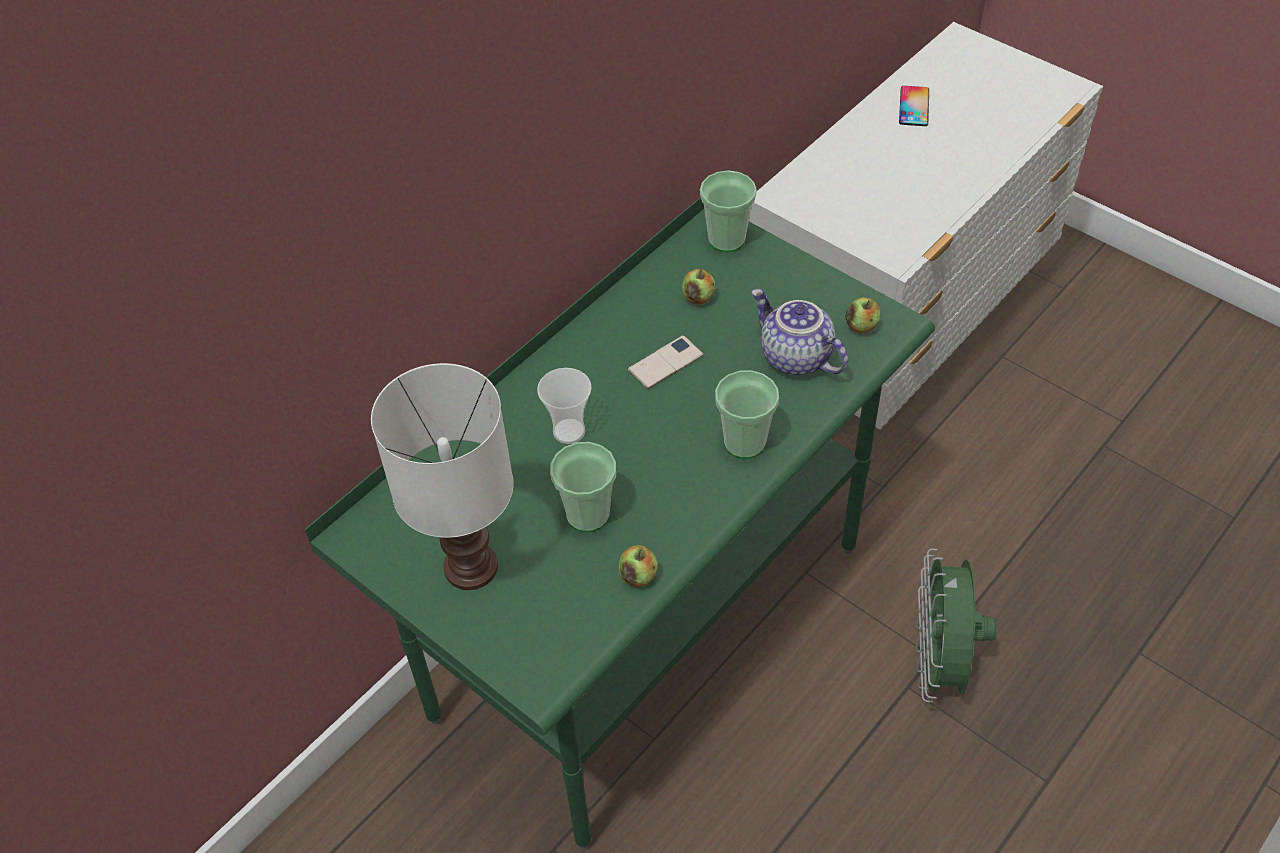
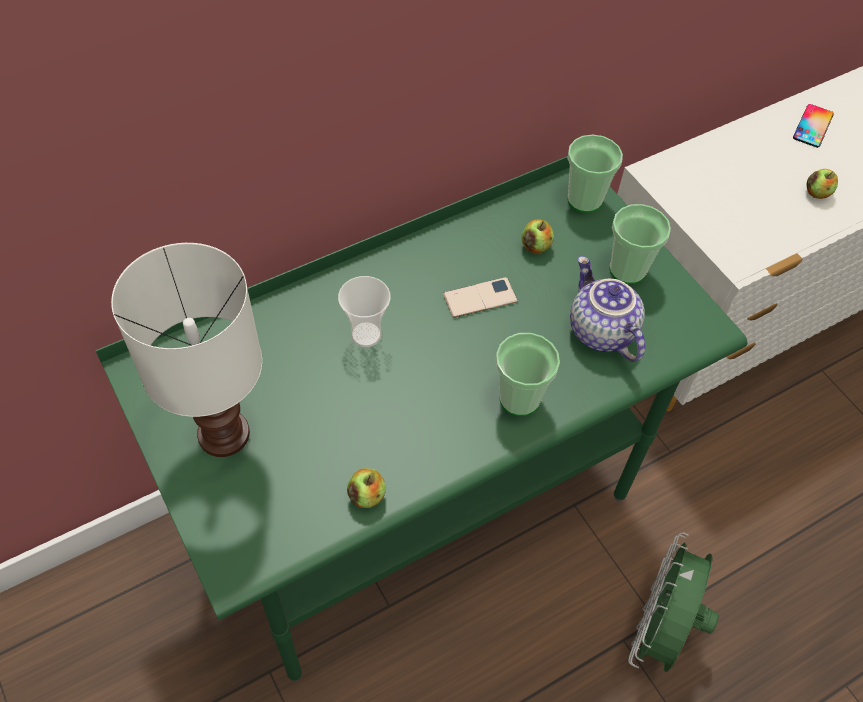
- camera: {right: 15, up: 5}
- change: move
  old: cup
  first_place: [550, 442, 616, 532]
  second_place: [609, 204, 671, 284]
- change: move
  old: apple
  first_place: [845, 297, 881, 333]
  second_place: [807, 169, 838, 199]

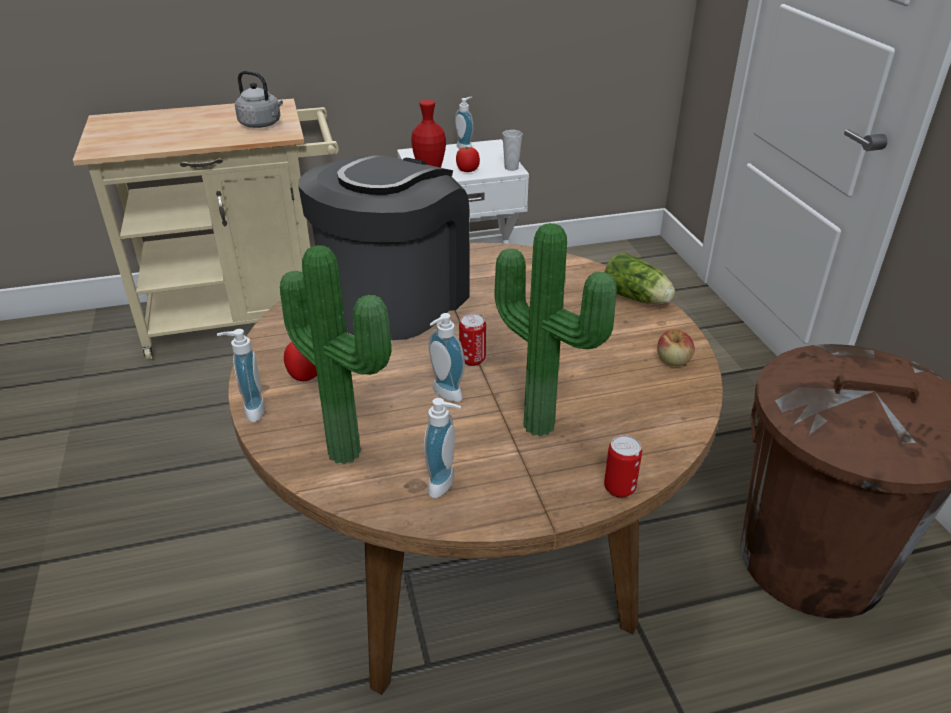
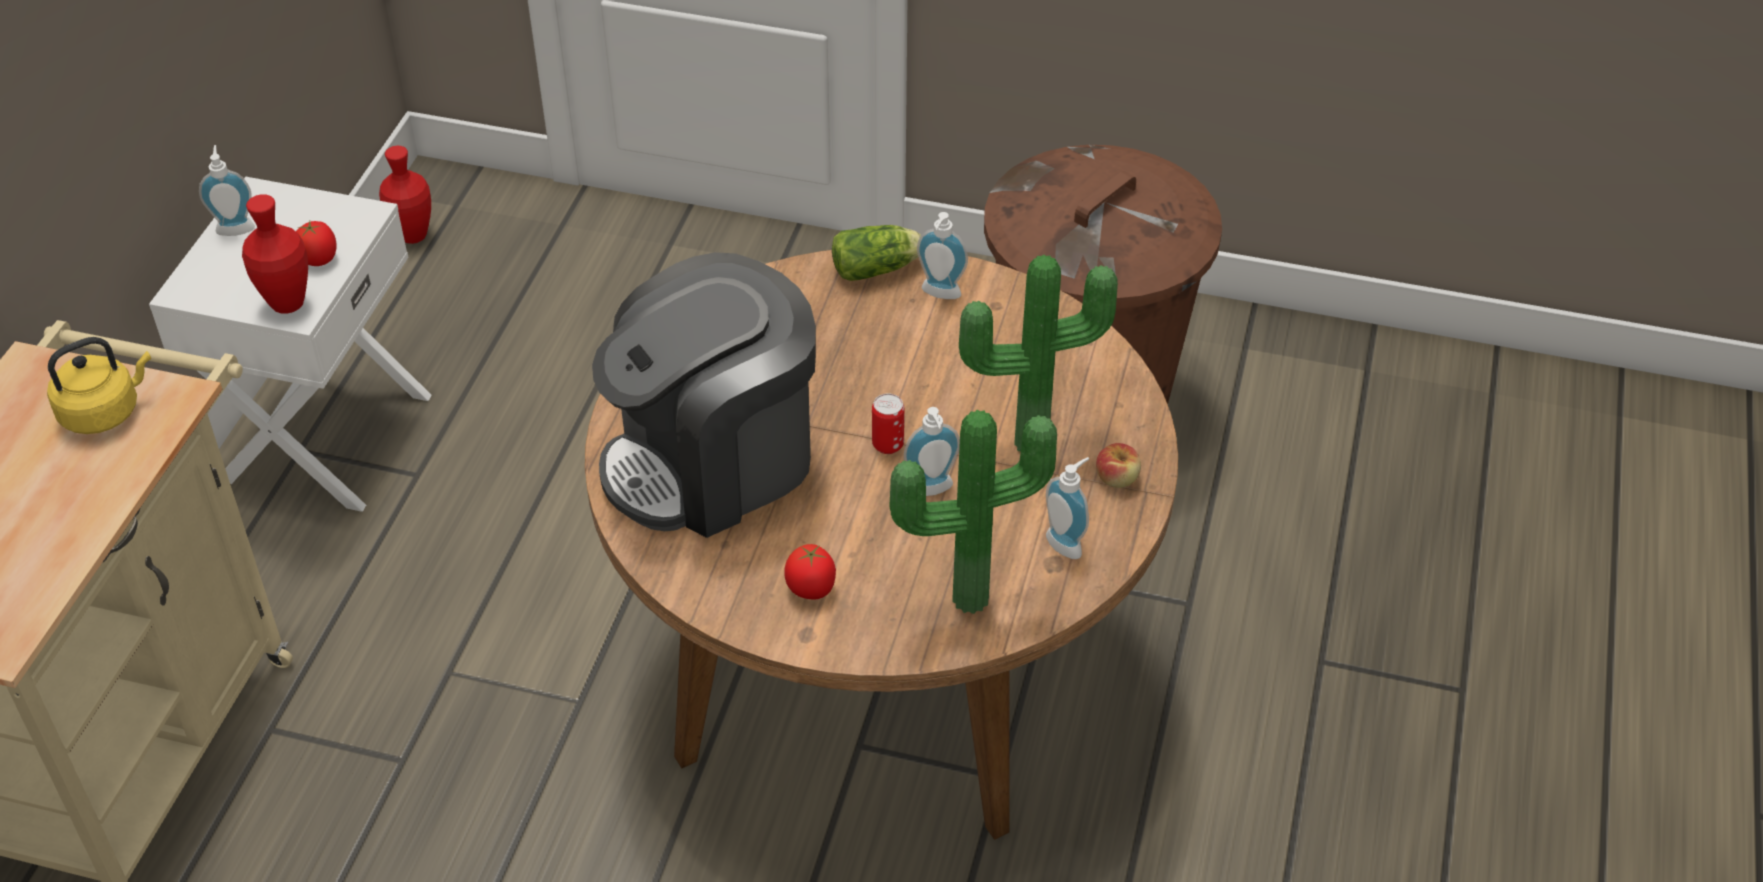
- camera: {right: -60, up: 10}
- change: delete
  old: cup
  first_place: [503, 130, 522, 171]
- change: delete
  old: can
  first_place: [604, 435, 642, 498]
- change: insert
  new: red vase
  second_place: [379, 146, 431, 244]
- change: move
  old: soap dispenser
  first_place: [217, 329, 265, 422]
  second_place: [917, 212, 968, 299]
- change: move
  old: apple
  first_place: [657, 330, 695, 366]
  second_place: [1096, 443, 1141, 488]
- change: recolor
  old: grey kettle
  new: yellow kettle
  first_place: [235, 71, 283, 128]
  second_place: [47, 337, 151, 434]
- change: rotate
  old: coffee machine
  first_place: [298, 155, 470, 340]
  second_place: [592, 252, 816, 538]
  degrees: -90

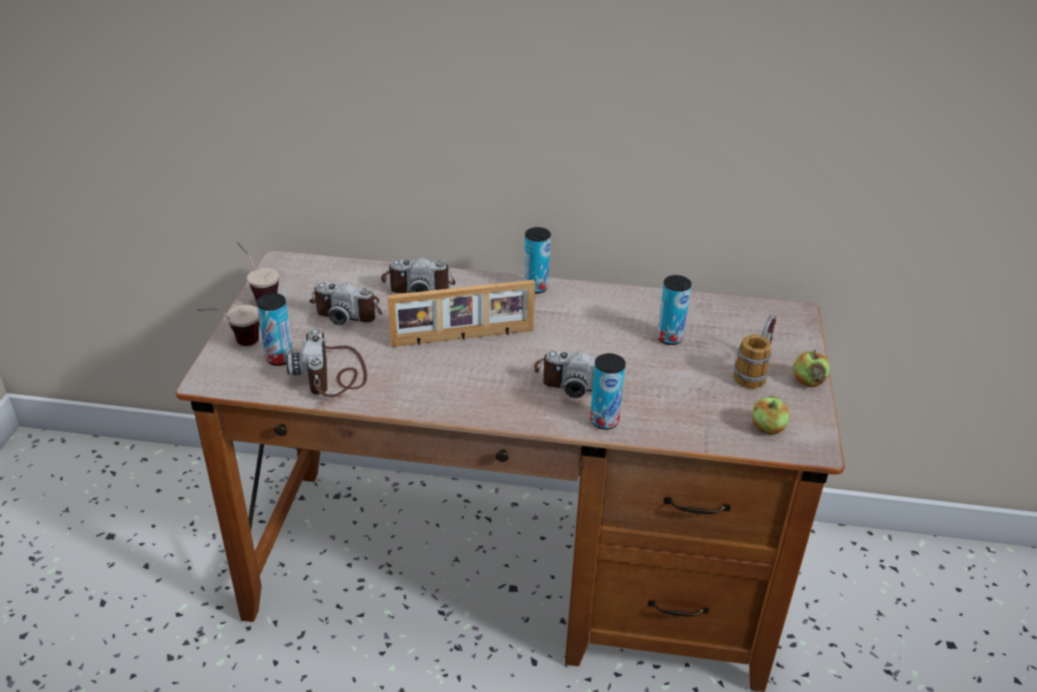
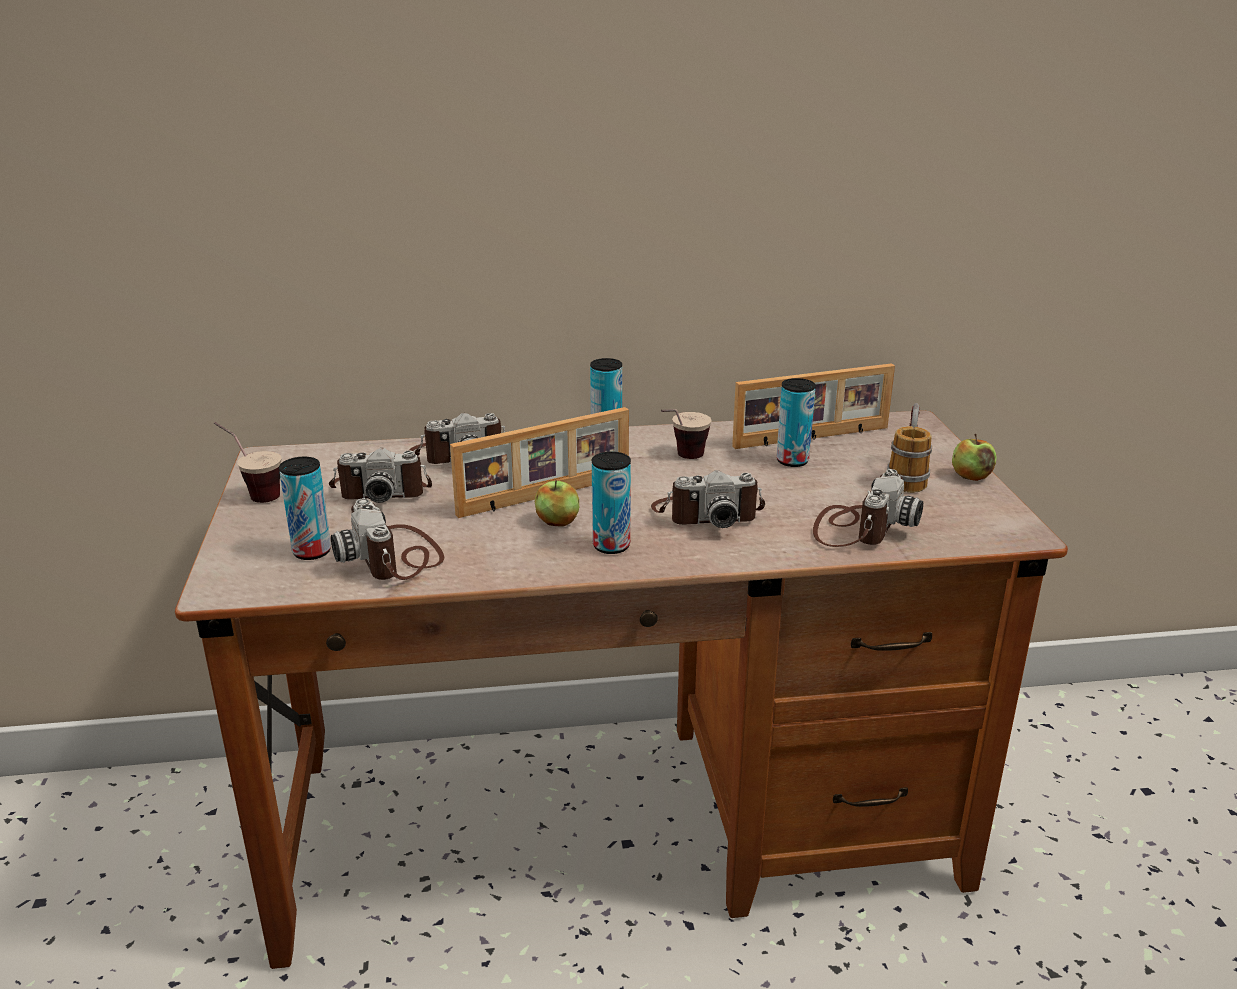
- camera: {right: -15, up: -10}
- change: insert
  new: picture frame
  second_place: [732, 363, 895, 449]
- change: insert
  new: photo camera
  second_place: [813, 469, 923, 547]
- change: move
  old: cup
  first_place: [198, 305, 260, 346]
  second_place: [661, 409, 712, 459]
- change: move
  old: can
  first_place: [590, 353, 626, 430]
  second_place: [592, 452, 631, 554]
- change: move
  old: apple
  first_place: [752, 396, 790, 435]
  second_place: [535, 480, 579, 526]

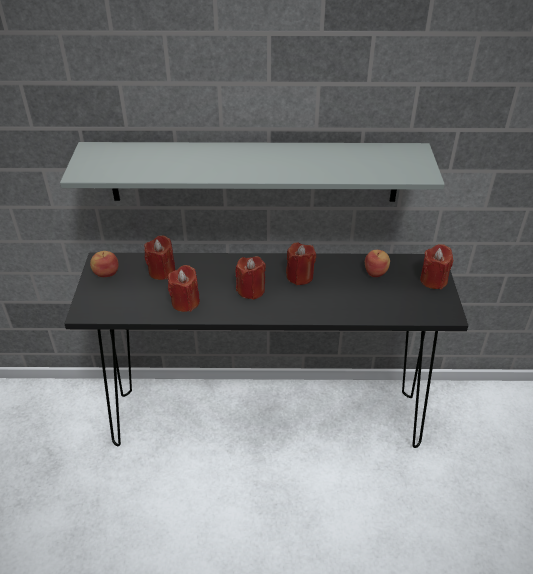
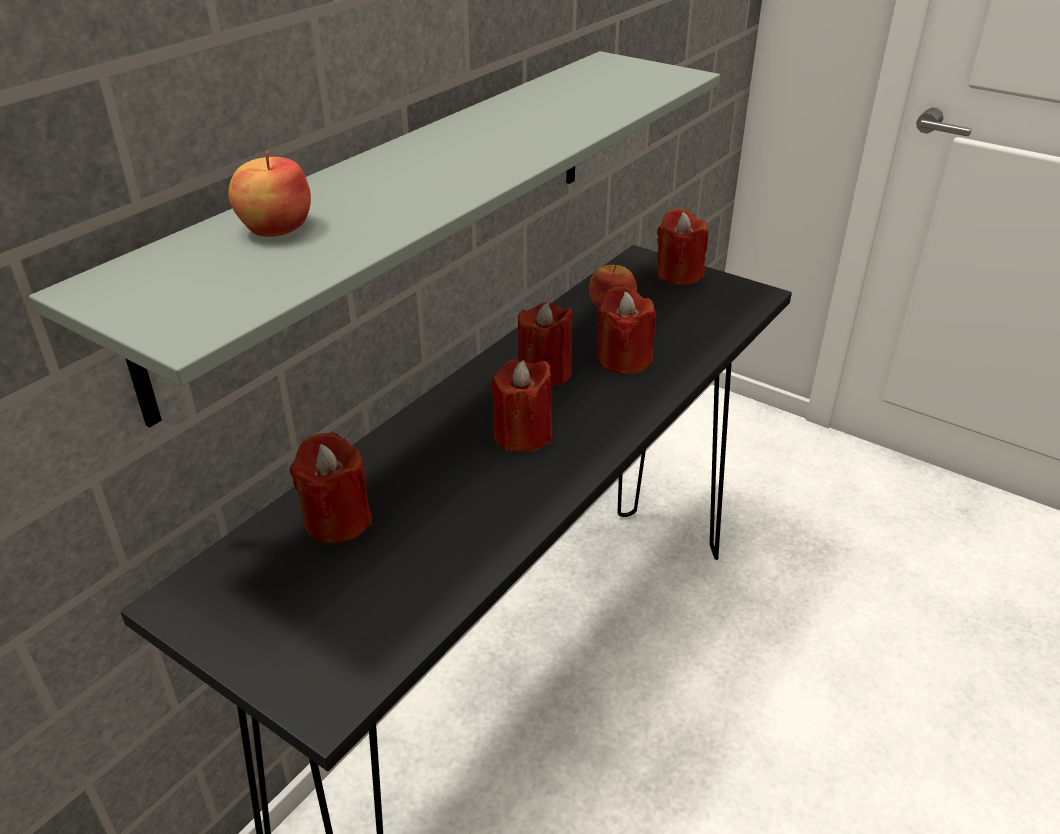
- camera: {right: -55, up: -5}
- change: move
  old: apple
  first_place: [90, 251, 119, 277]
  second_place: [229, 152, 311, 237]
- change: move
  old: red candle
  first_place: [168, 265, 200, 312]
  second_place: [597, 286, 656, 375]

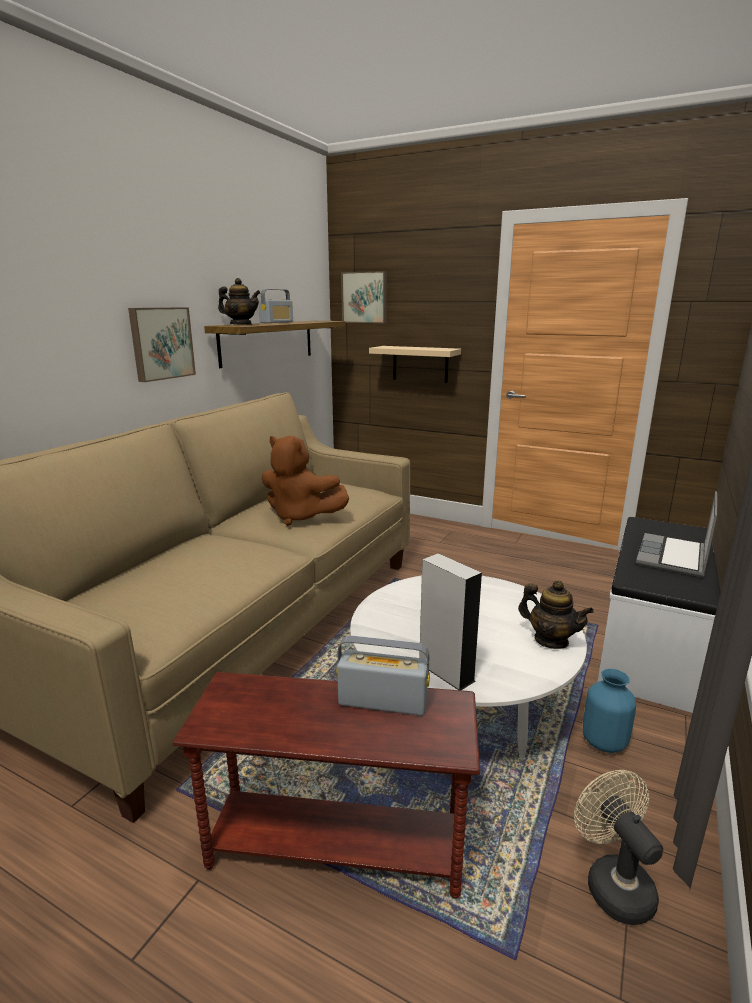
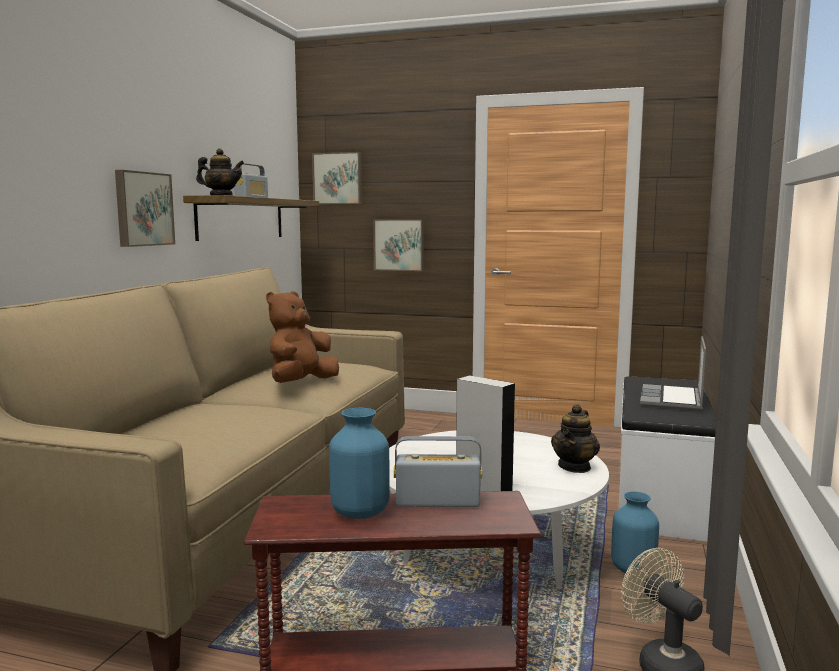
- camera: {right: -10, up: -10}
- change: insert
  new: blue vase
  second_place: [329, 408, 390, 519]
- change: replace
  old: beige shelf
  new: picture
  first_place: [369, 346, 461, 383]
  second_place: [373, 219, 424, 271]
- change: rotate
  old: brown plush toy
  first_place: [262, 436, 349, 526]
  second_place: [266, 291, 339, 383]
  degrees: 105
- change: rotate
  old: teapot
  first_place: [518, 580, 594, 649]
  second_place: [551, 404, 600, 473]
  degrees: 90

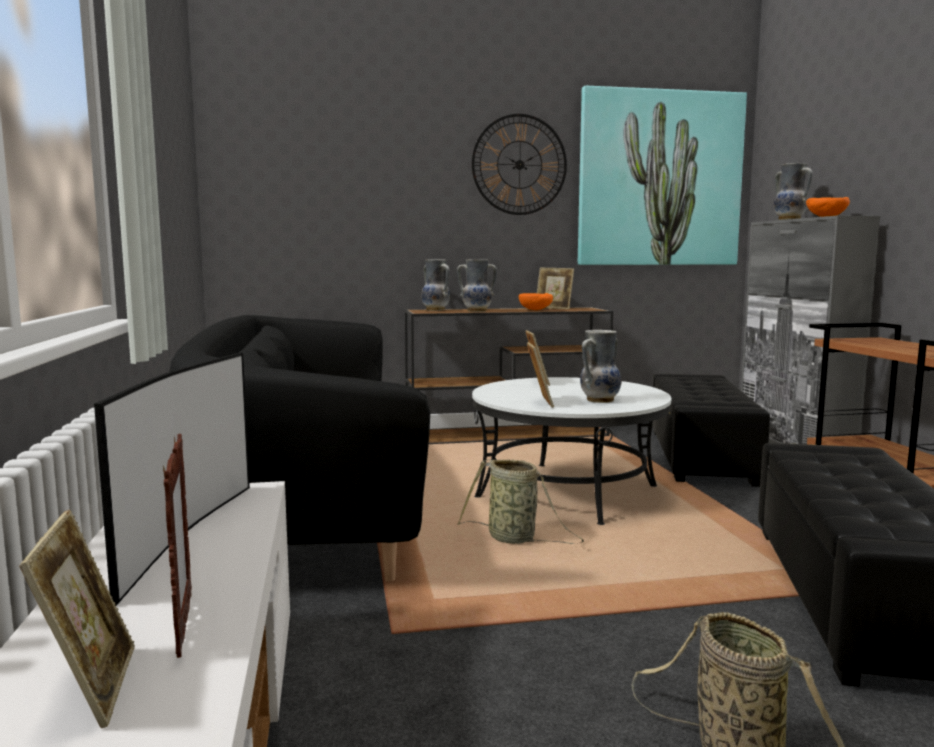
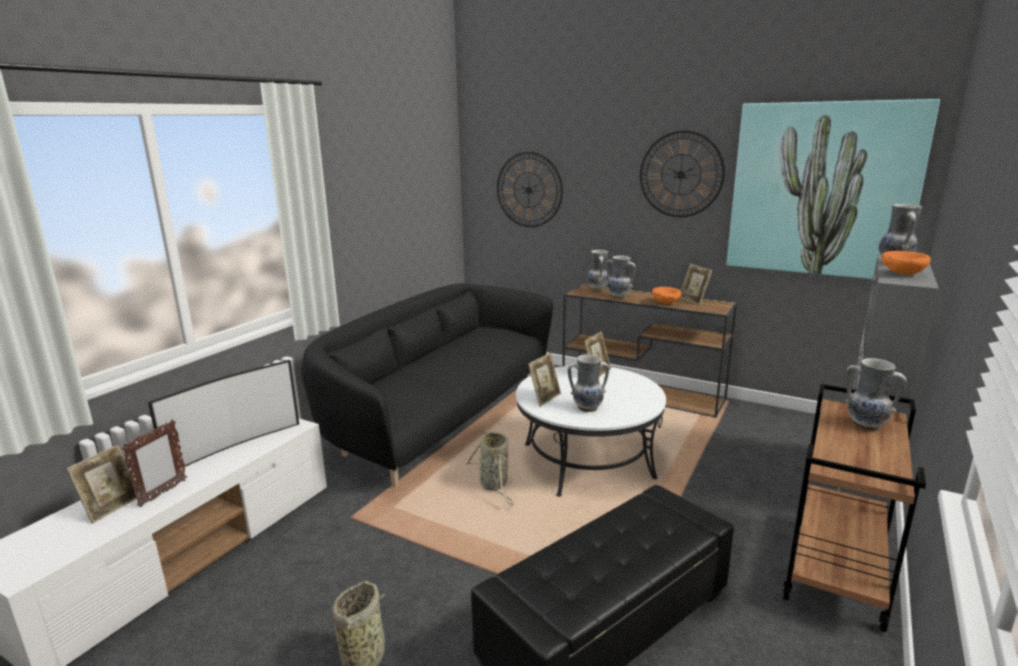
- camera: {right: 40, up: 10}
- change: delete
  old: black ottoman
  first_place: [652, 374, 770, 487]
- change: insert
  new: wall clock
  second_place: [497, 152, 563, 227]
- change: insert
  new: vase
  second_place: [846, 358, 907, 431]

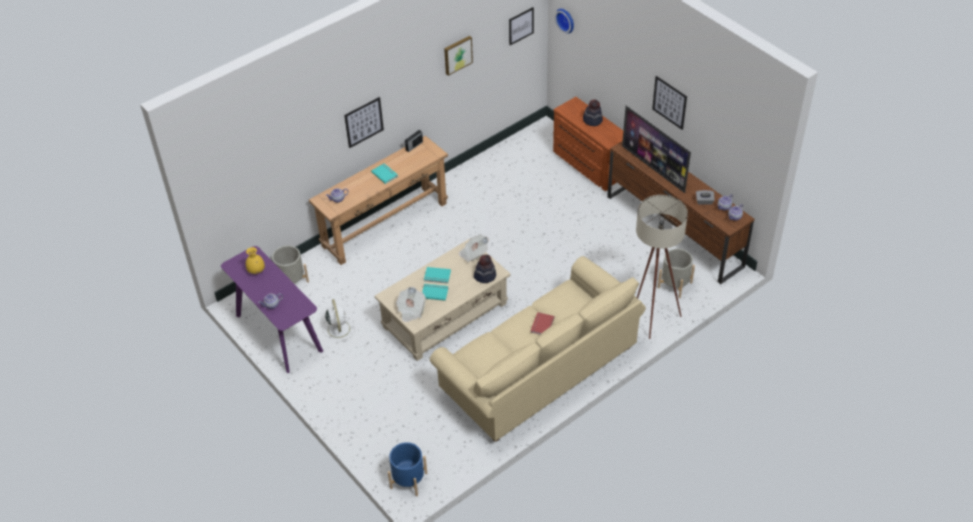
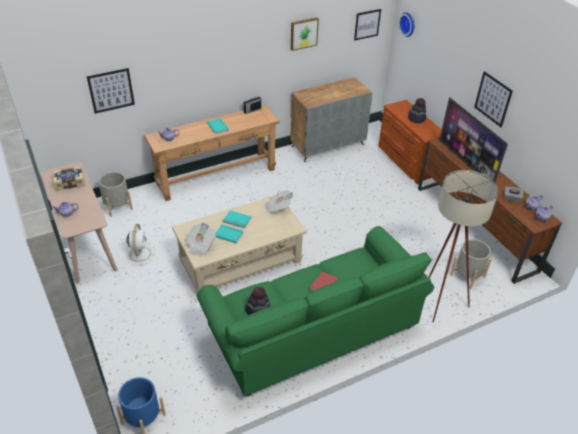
- camera: {right: 10, up: -5}
- change: insert
  new: grey cabinet
  second_place: [290, 77, 372, 162]
- change: move
  old: picture
  first_place: [344, 97, 384, 148]
  second_place: [87, 68, 135, 114]
- change: move
  old: hat
  first_place: [474, 255, 496, 283]
  second_place: [245, 287, 270, 315]
- change: replace
  old: yellow vase
  new: book
  first_place: [246, 247, 265, 274]
  second_place: [53, 167, 85, 191]
- change: recolor
  old: purple console table
  new: beige console table
  first_place: [221, 246, 323, 373]
  second_place: [41, 162, 118, 284]
- change: recolor
  old: beige sofa
  new: green sofa
  first_place: [430, 256, 646, 442]
  second_place: [197, 226, 434, 396]

